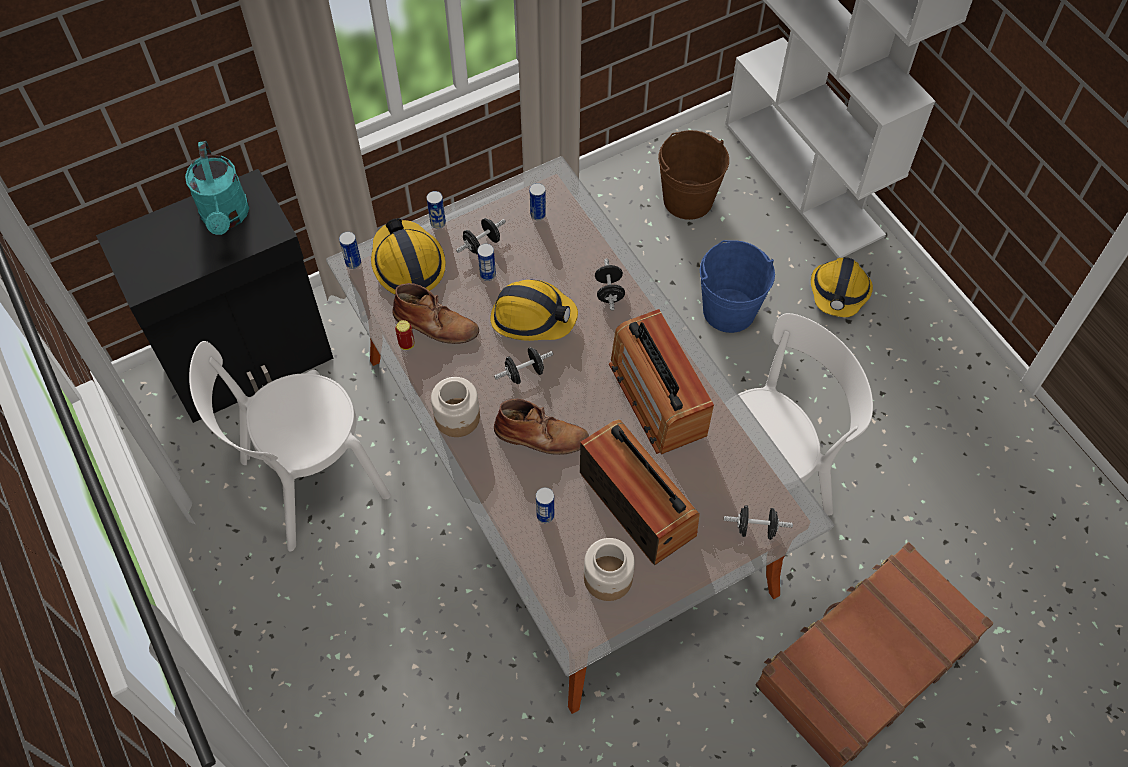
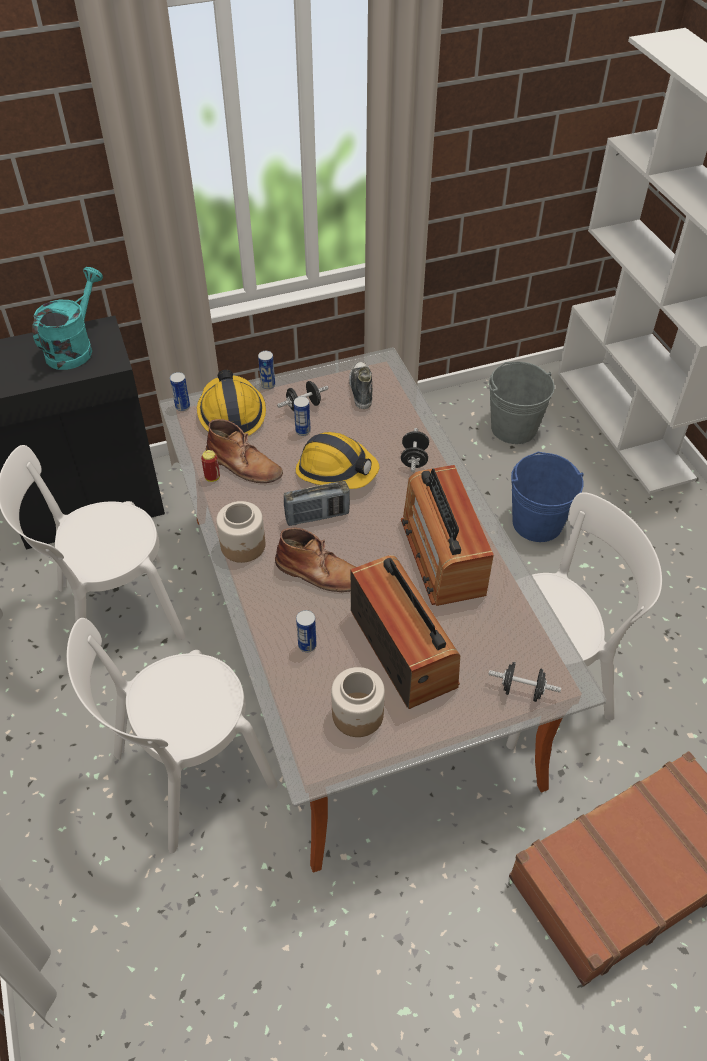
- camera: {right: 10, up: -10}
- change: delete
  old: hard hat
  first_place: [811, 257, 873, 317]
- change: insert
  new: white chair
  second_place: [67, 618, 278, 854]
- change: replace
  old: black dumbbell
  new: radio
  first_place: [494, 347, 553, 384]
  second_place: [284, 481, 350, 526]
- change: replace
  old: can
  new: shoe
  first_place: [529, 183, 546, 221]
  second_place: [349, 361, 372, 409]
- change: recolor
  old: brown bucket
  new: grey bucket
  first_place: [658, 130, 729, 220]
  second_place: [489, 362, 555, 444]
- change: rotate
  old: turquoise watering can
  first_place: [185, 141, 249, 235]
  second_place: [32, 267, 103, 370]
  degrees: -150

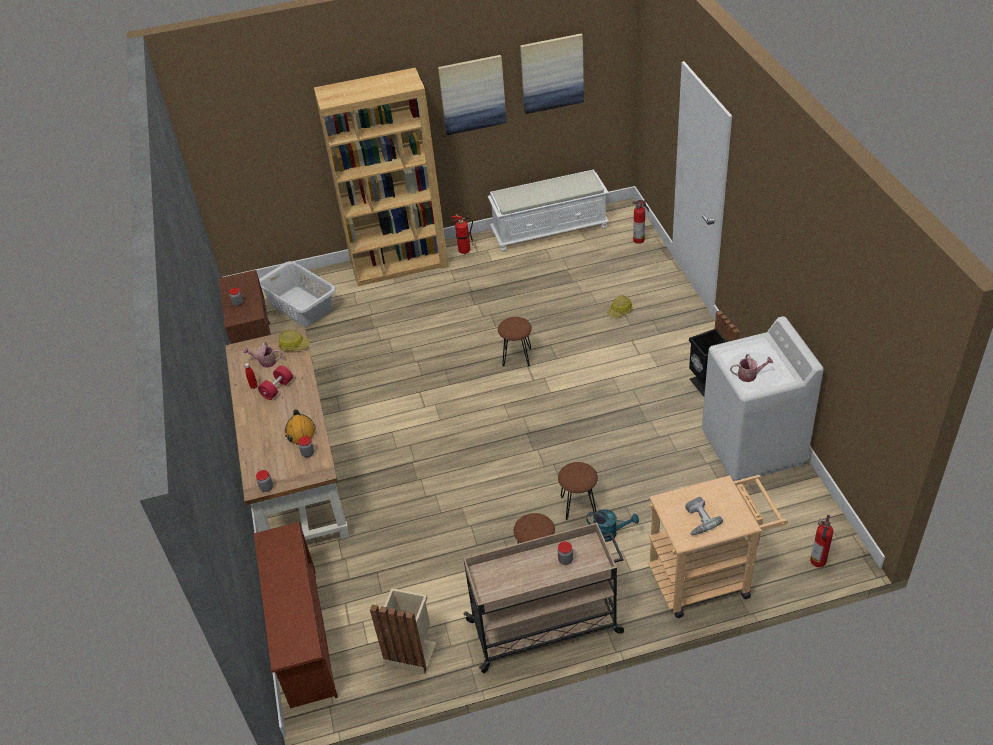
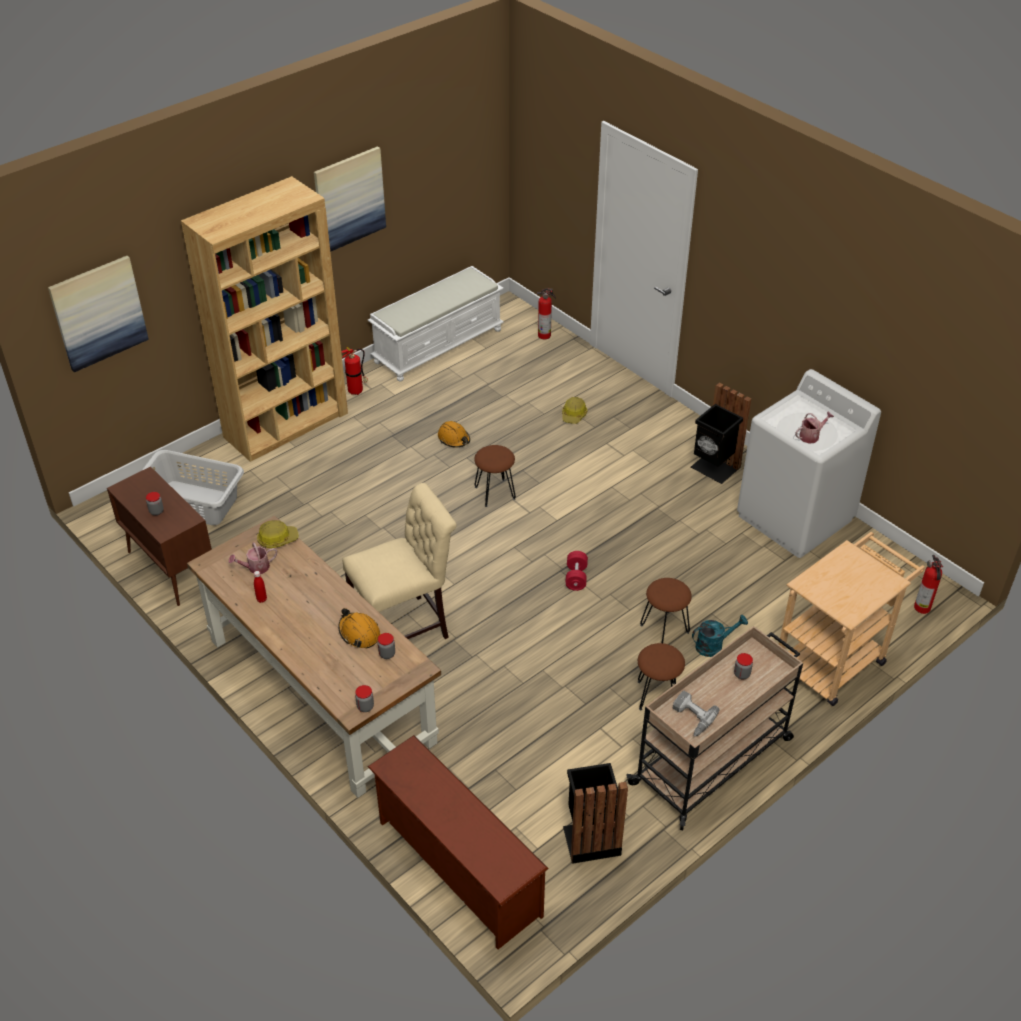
- camera: {right: -30, up: 0}
- change: insert
  new: beige chair
  second_place: [342, 483, 457, 639]
- change: insert
  new: orange hard hat
  second_place: [438, 421, 470, 448]
- change: move
  old: red dumbbell
  first_place: [258, 366, 293, 400]
  second_place: [565, 551, 588, 591]
- change: move
  old: picture
  first_place: [520, 34, 584, 114]
  second_place: [48, 256, 149, 372]
- change: move
  old: power drill
  first_place: [685, 497, 723, 535]
  second_place: [673, 691, 720, 737]
- change: recolor
  old: beige trash can
  new: black trash can
  first_place: [370, 588, 436, 674]
  second_place: [563, 763, 628, 864]

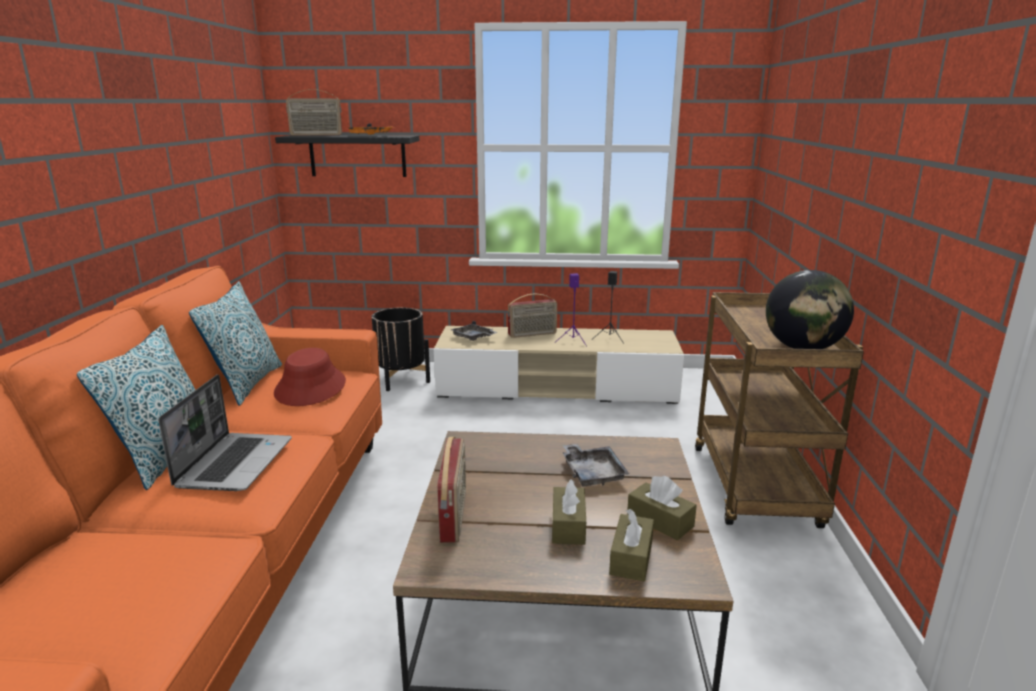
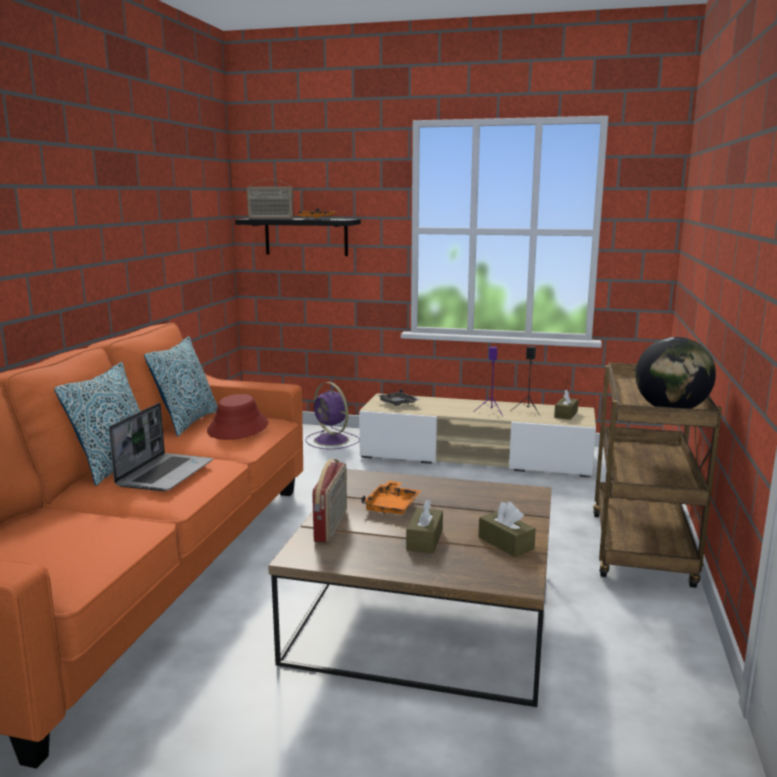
- camera: {right: 10, up: -5}
- change: delete
  old: radio
  first_place: [507, 294, 557, 338]
- change: delete
  old: grey tray
  first_place: [563, 444, 629, 487]
- change: insert
  new: orange tray
  second_place: [361, 481, 421, 515]
- change: move
  old: brown tissue box
  first_place: [609, 509, 654, 581]
  second_place: [554, 389, 578, 420]
- change: replace
  old: black planter
  new: purple fan
  first_place: [371, 307, 430, 391]
  second_place: [305, 382, 360, 450]

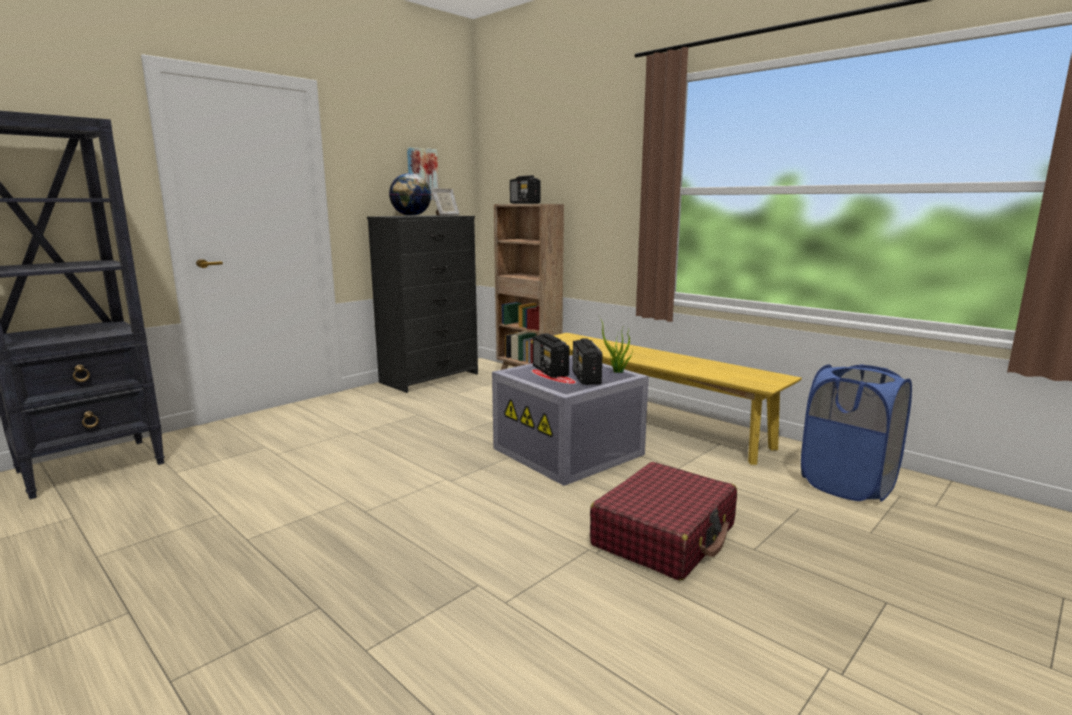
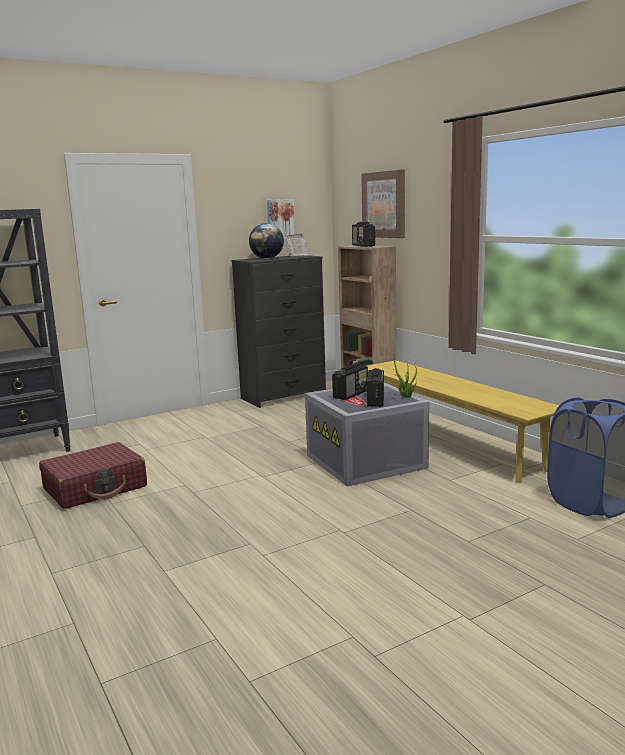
- camera: {right: 15, up: 0}
- change: insert
  new: picture
  second_place: [361, 170, 405, 238]
- change: move
  old: red suitcase
  first_place: [590, 462, 737, 581]
  second_place: [39, 442, 147, 509]
- change: rotate
  old: radio
  first_place: [533, 333, 569, 378]
  second_place: [332, 363, 368, 400]
  degrees: -135

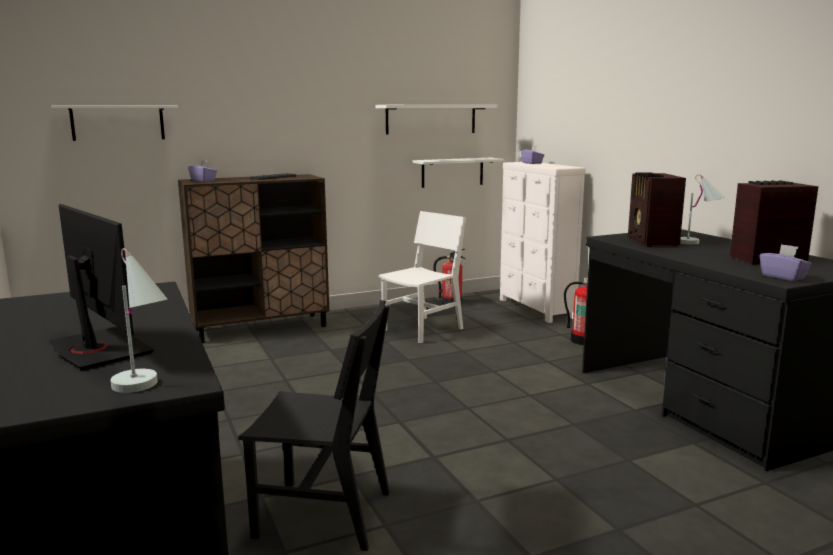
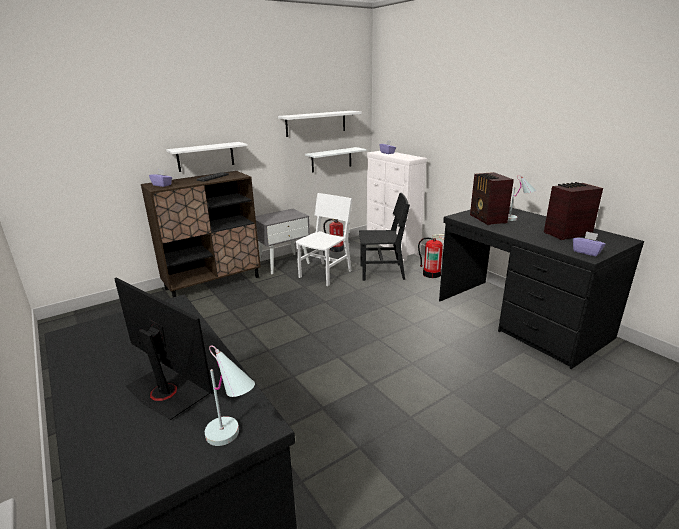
- camera: {right: -10, up: 10}
- change: insert
  new: grey nightstand
  second_place: [255, 209, 310, 274]
- change: move
  old: white shelf
  first_place: [52, 105, 178, 141]
  second_place: [166, 142, 248, 172]
- change: move
  old: black chair
  first_place: [238, 300, 390, 551]
  second_place: [359, 193, 410, 281]

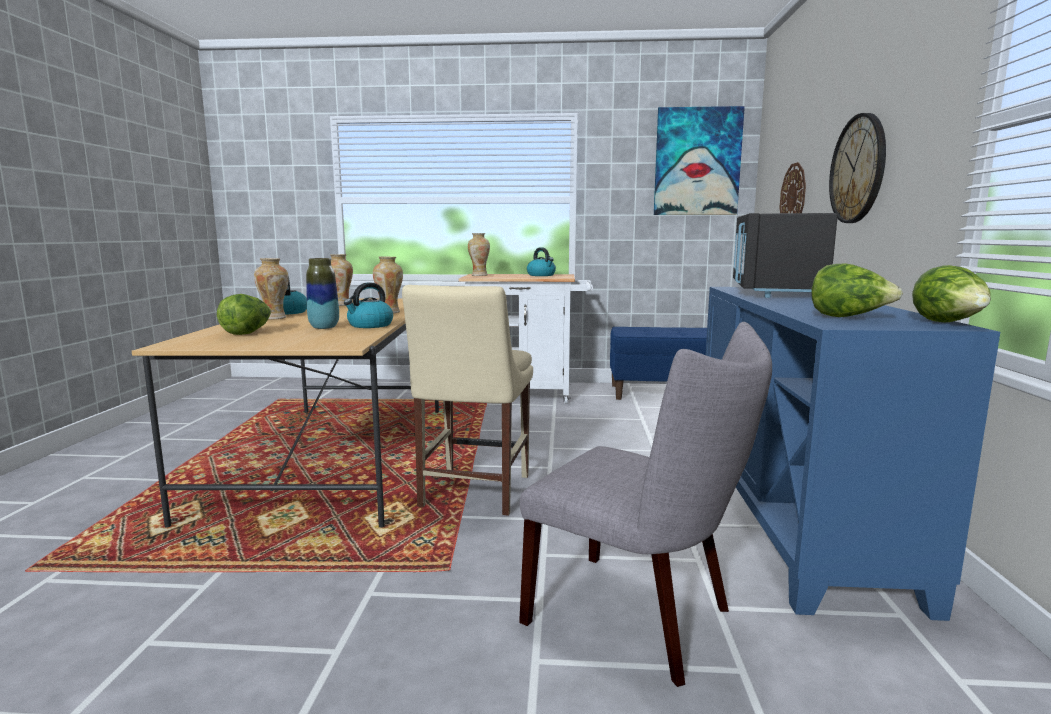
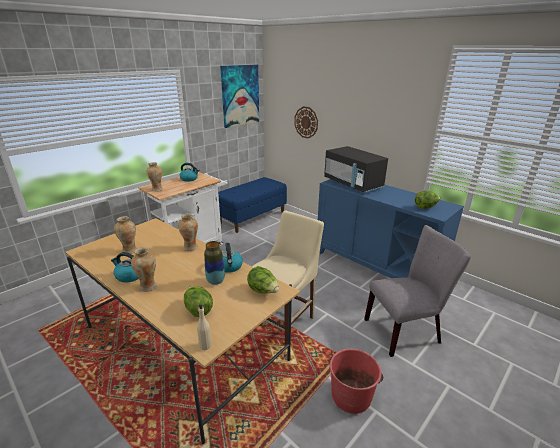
- camera: {right: -50, up: 15}
- change: delete
  old: wall clock
  first_place: [829, 113, 886, 223]
- change: insert
  new: beige bottle
  second_place: [197, 303, 212, 350]
- change: insert
  new: red bucket
  second_place: [330, 348, 383, 414]
- change: move
  old: lettuce
  first_place: [912, 265, 991, 322]
  second_place: [247, 266, 279, 294]
- change: rotate
  old: beige chair
  first_place: [402, 285, 533, 516]
  second_place: [252, 210, 324, 345]
  degrees: -105

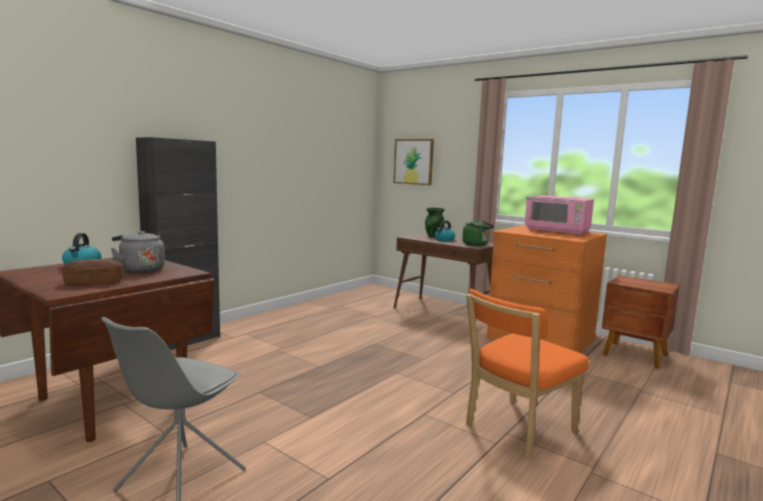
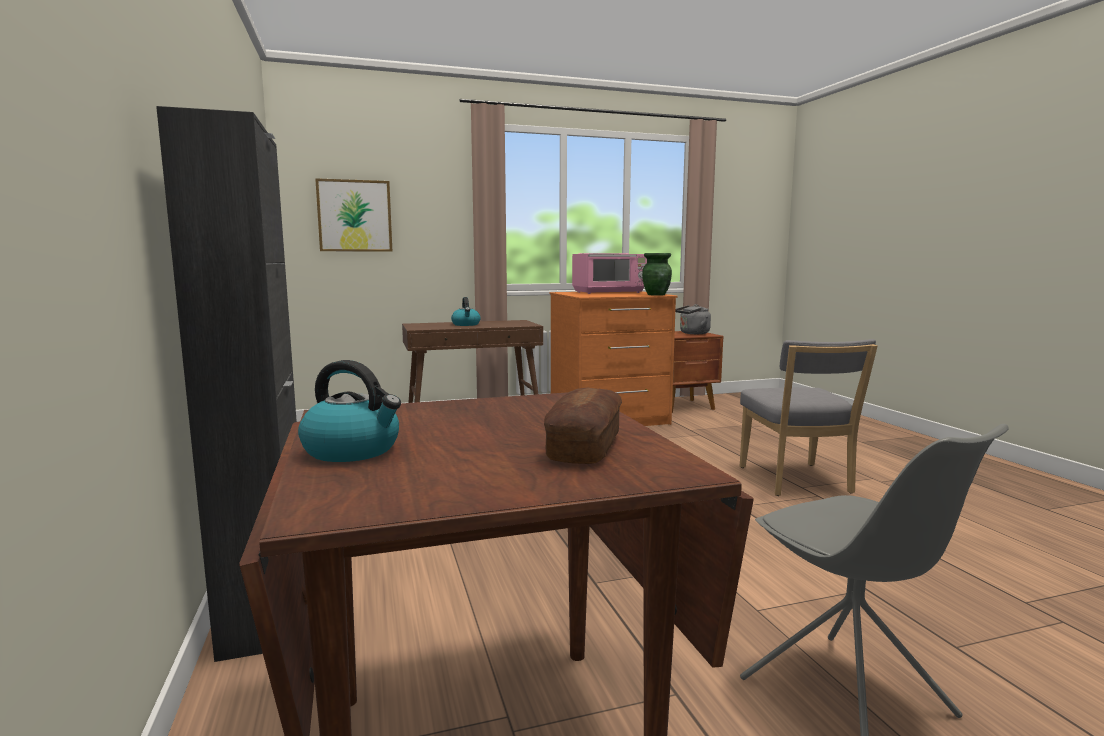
- camera: {right: -55, up: 0}
- change: delete
  old: green kettle
  first_place: [462, 220, 494, 246]
- change: move
  old: grey kettle
  first_place: [111, 231, 165, 273]
  second_place: [675, 304, 711, 334]
- change: move
  old: green vase
  first_place: [425, 208, 445, 237]
  second_place: [642, 253, 672, 296]
- change: recolor
  old: orange chair
  new: grey chair
  first_place: [466, 289, 588, 459]
  second_place: [740, 339, 878, 496]

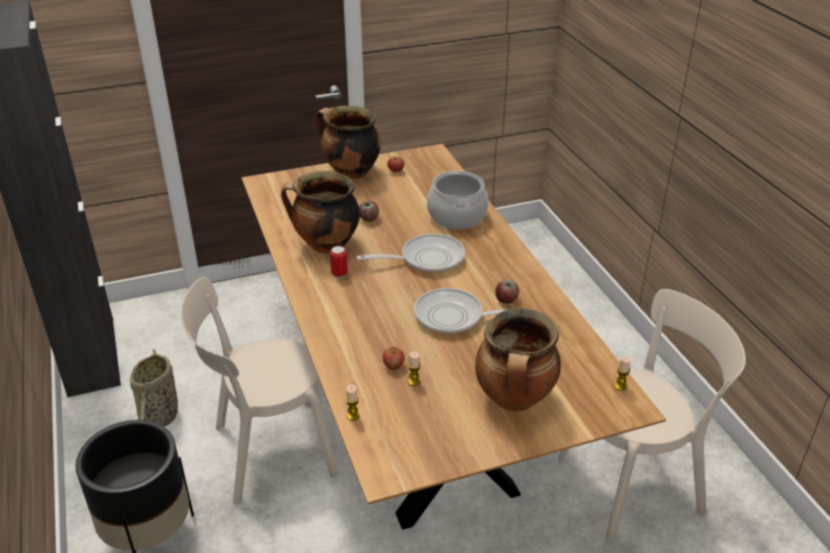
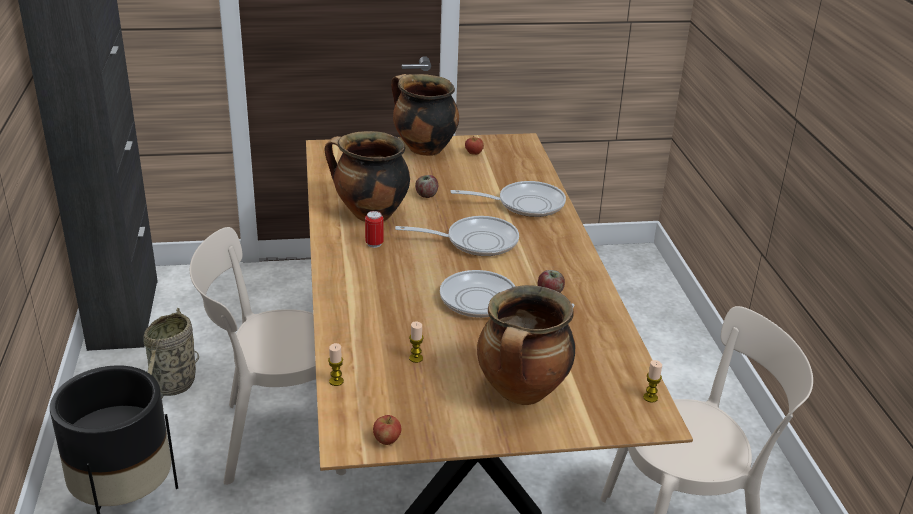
- camera: {right: 10, up: -5}
- change: move
  old: apple
  first_place: [383, 347, 405, 370]
  second_place: [373, 415, 401, 445]
- change: replace
  old: cooking pot
  new: frying pan
  first_place: [427, 171, 489, 229]
  second_place: [451, 181, 566, 217]

